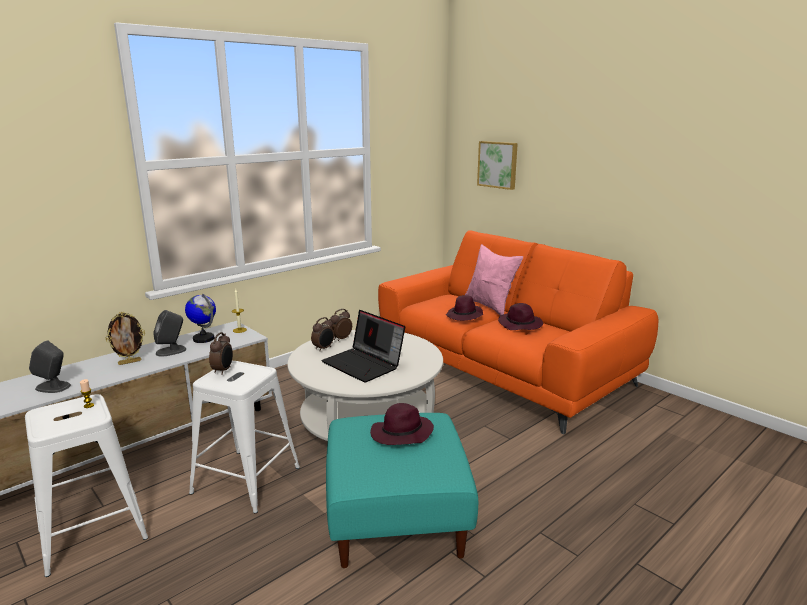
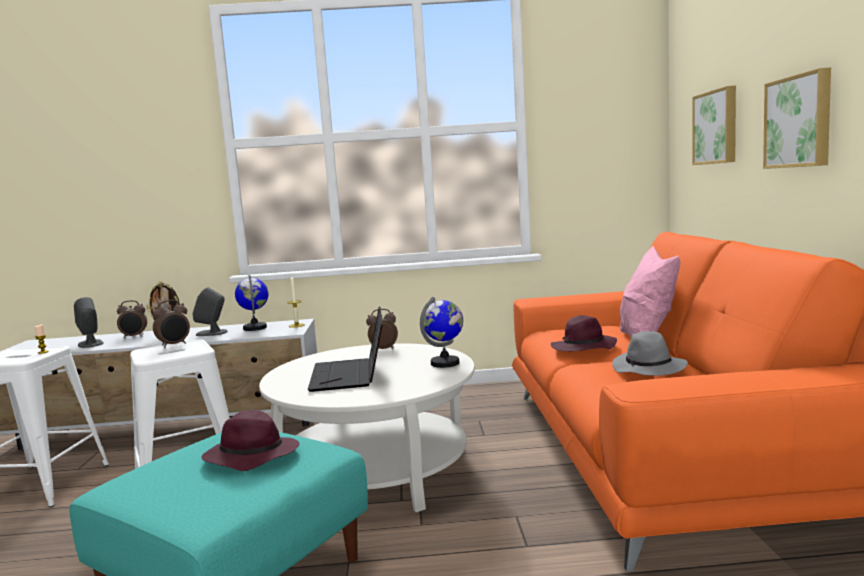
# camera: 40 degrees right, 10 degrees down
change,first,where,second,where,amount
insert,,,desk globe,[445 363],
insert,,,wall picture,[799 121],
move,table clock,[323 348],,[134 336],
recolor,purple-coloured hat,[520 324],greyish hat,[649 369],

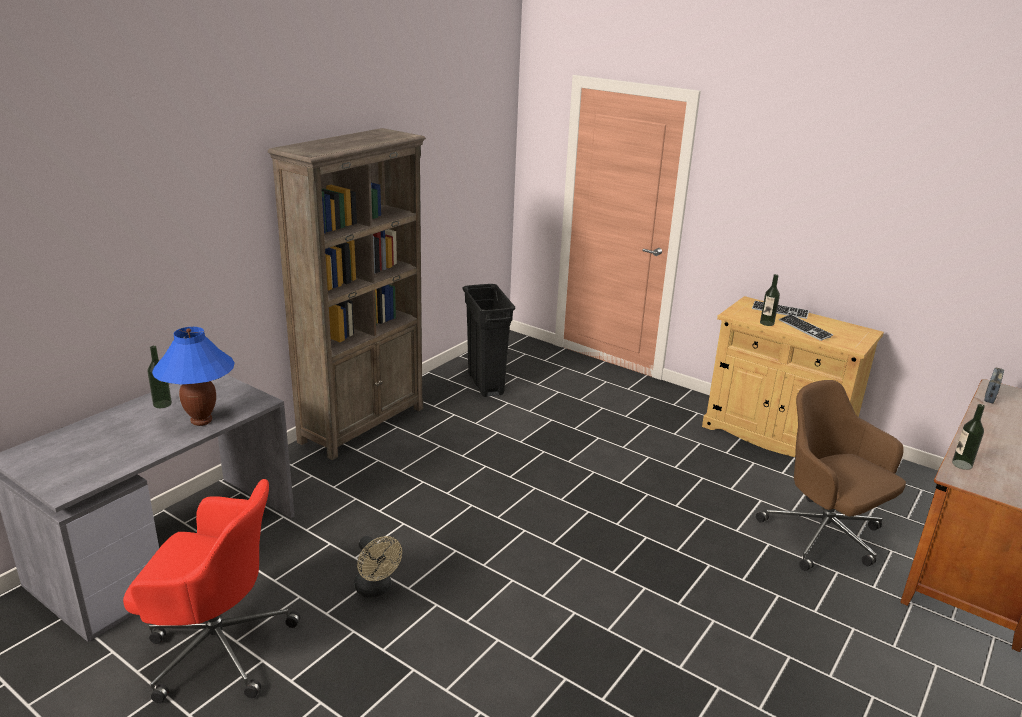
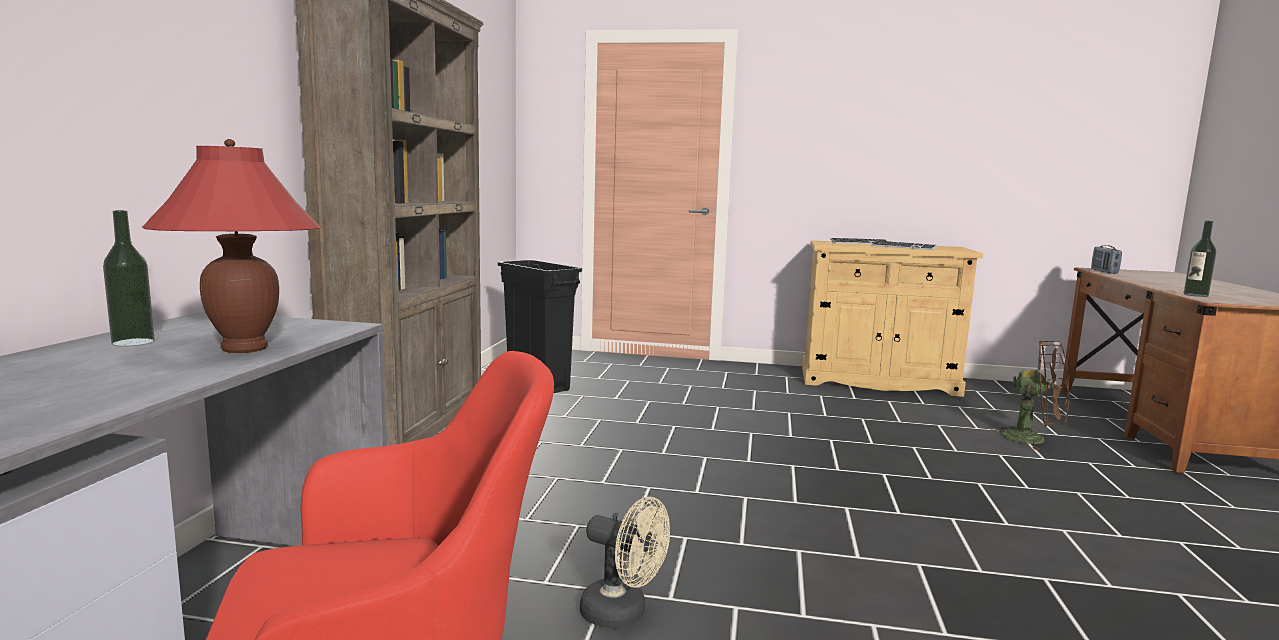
# camera: 25 degrees left, 15 degrees down
change,first,where,second,where,amount
delete,beverage bottle,[767 323],,,
replace,brownish office chair,[824 537],brownish electric fan,[1033 439],
recolor,blue tabletop lamp,[201 421],reddish tabletop lamp,[245 348],

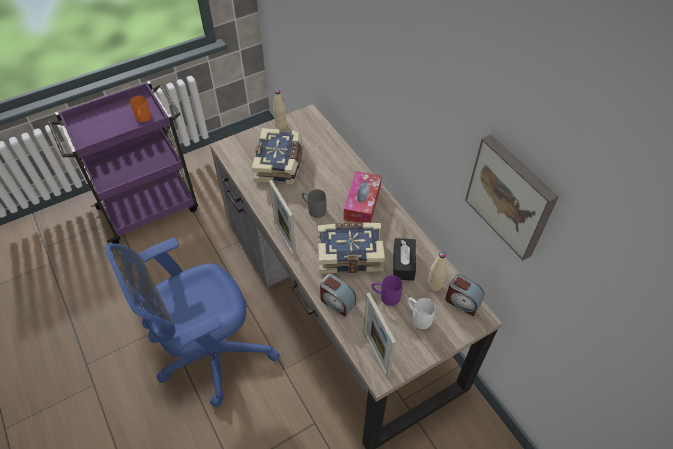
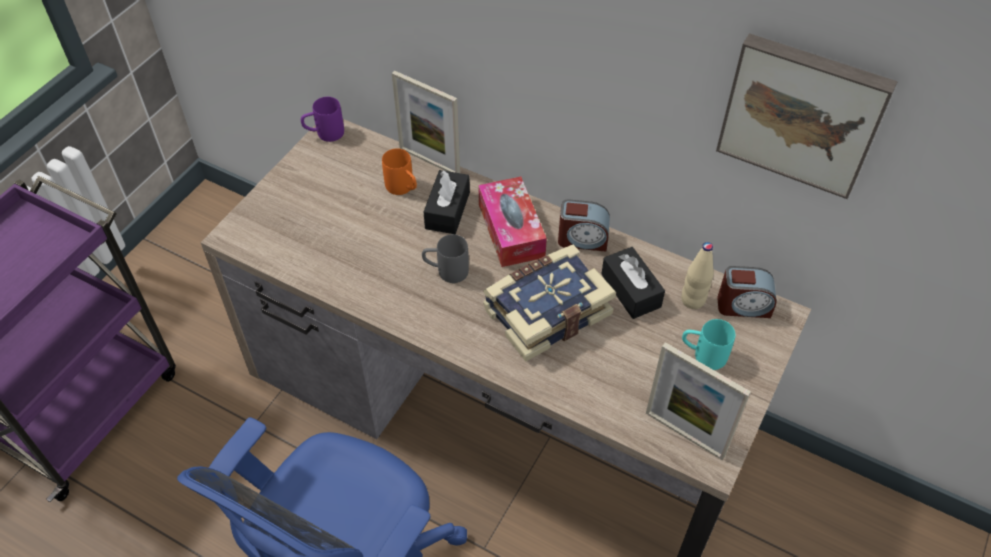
# camera: 30 degrees left, 0 degrees up
change,first,where,second,where,amount
delete,volume,[280 164],,,
delete,beige-coloured beverage bottle,[281 125],,,
insert,,,blackish tissue holder,[447 210],
move,orange mug,[143 119],,[403 189],
move,standing frame,[285 240],,[429 161],
move,table clock,[337 302],,[582 239],
move,purple-coloured mug,[385 296],,[324 134],
recolor,whitish mug,[418 317],turquoise mug,[702 355],

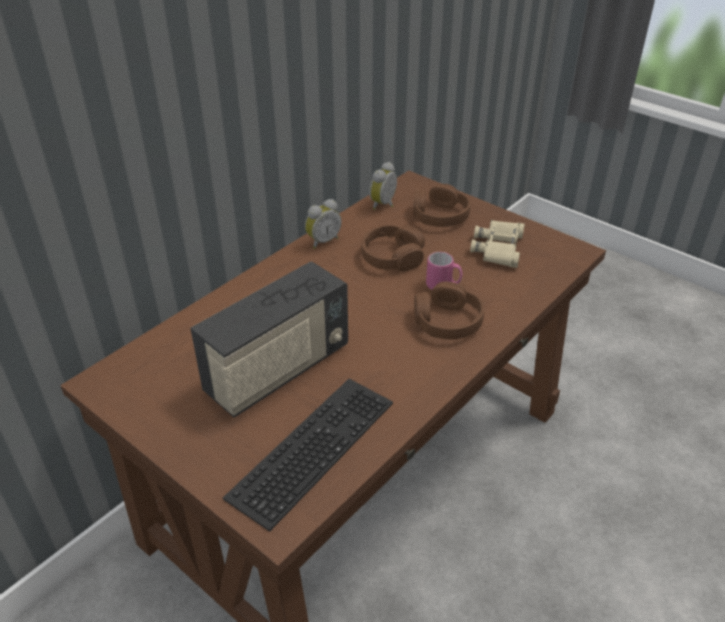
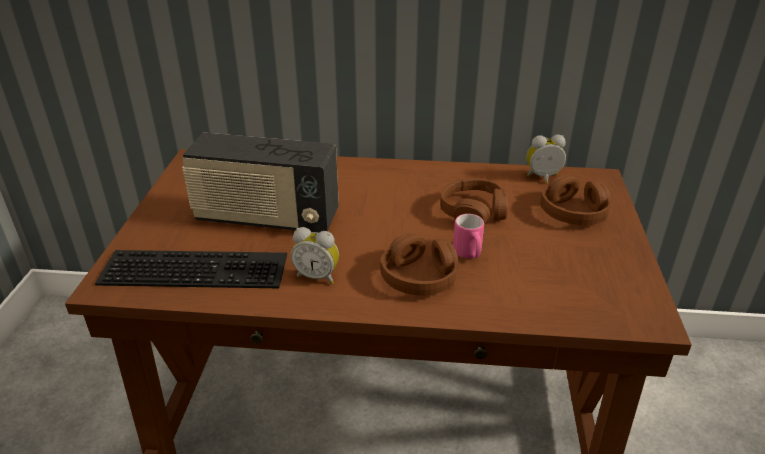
# camera: 55 degrees right, 5 degrees down
change,first,where,second,where,amount
delete,beige-coloured binoculars,[499 248],,,
move,table clock,[322 241],,[317 276],

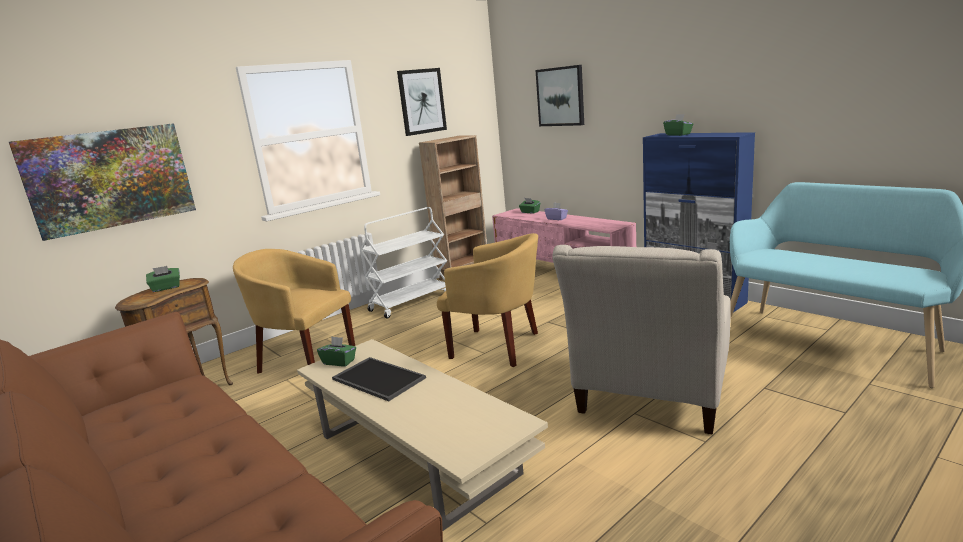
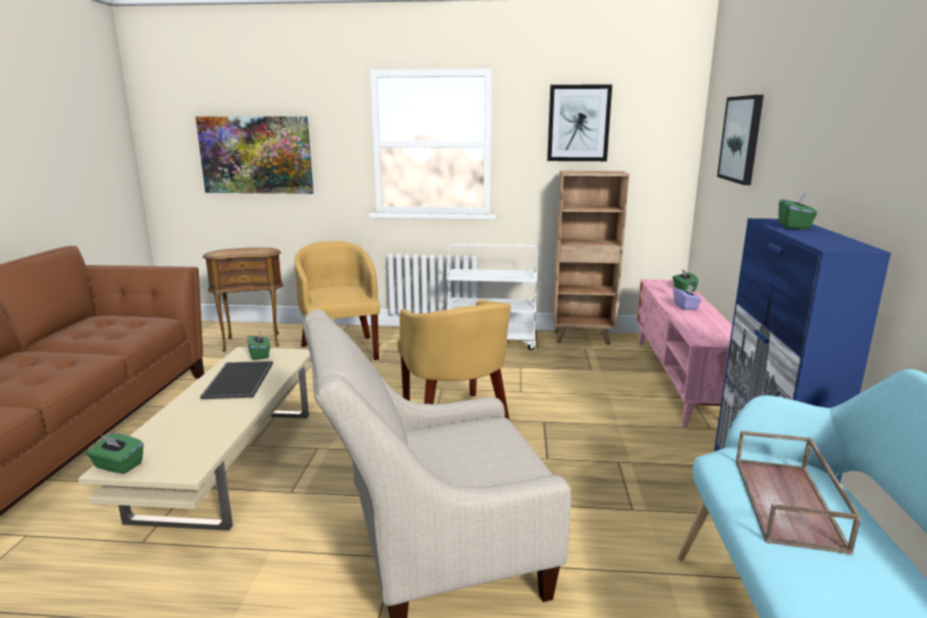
# camera: 45 degrees right, 0 degrees up
change,first,where,second,where,amount
insert,,,brownish serving tray,[789 503],
move,green tissue holder,[166 288],,[118 466],

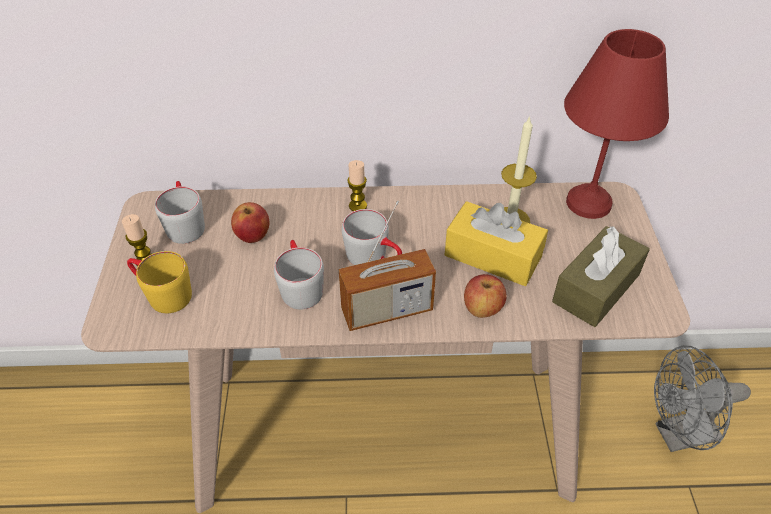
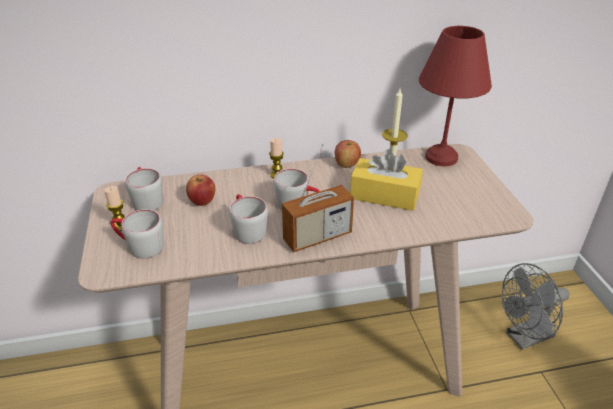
# camera: 10 degrees left, 10 degrees down
change,first,where,second,where,amount
delete,brownish tissue holder,[596 288],,,
move,apple,[482 309],,[346 164],
recolor,yellowish mug,[162 294],greyish mug,[139 246],

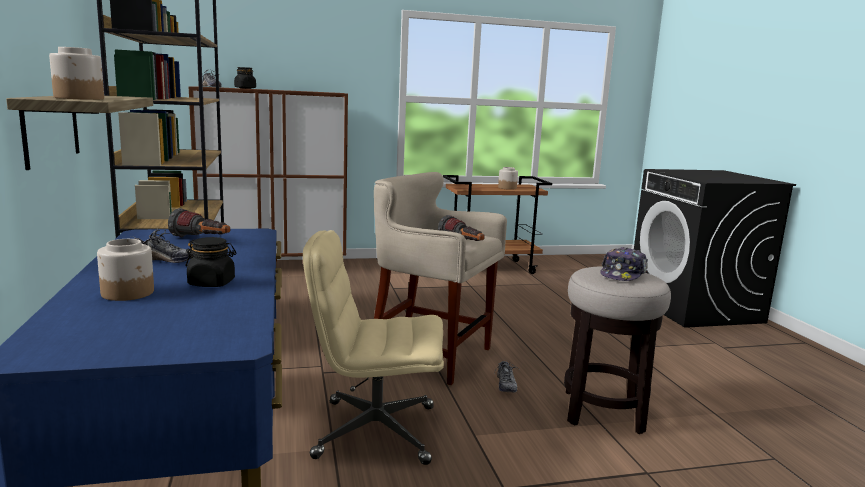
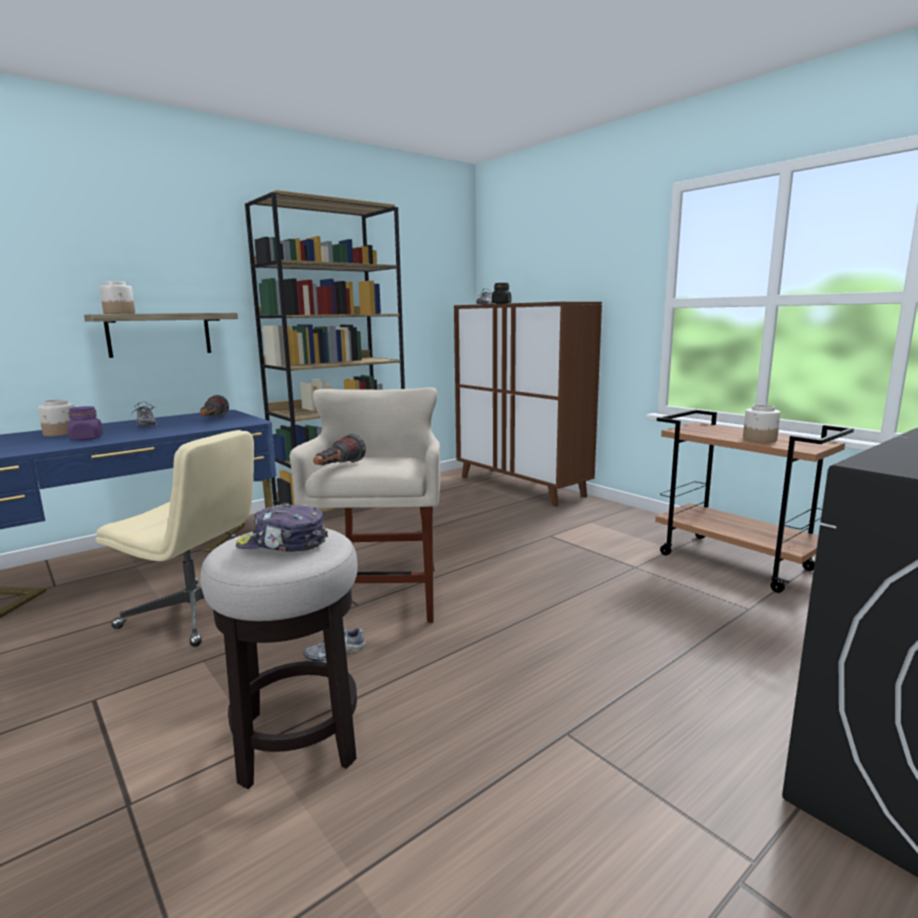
# camera: 65 degrees right, 0 degrees up
change,first,where,second,where,amount
recolor,blackish jar,[212 283],purple-coloured jar,[87 438],
rotate,beige-coloured office chair,[374 431],,[196 613],135 degrees clockwise

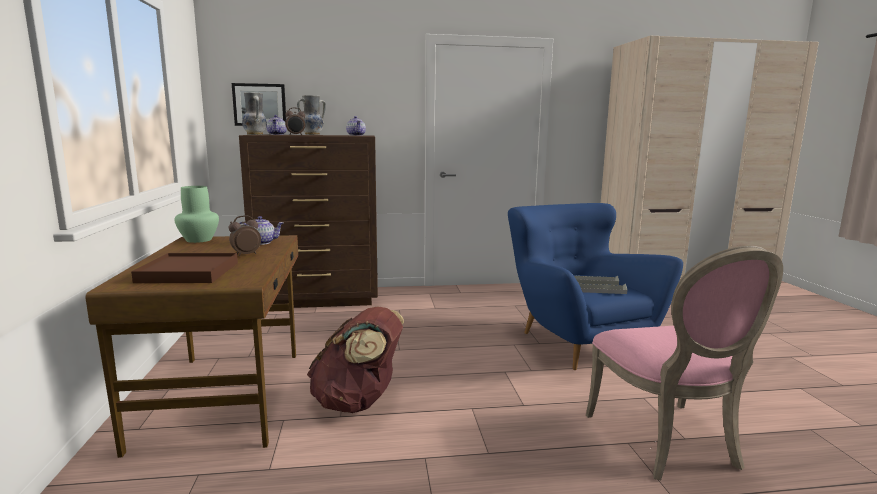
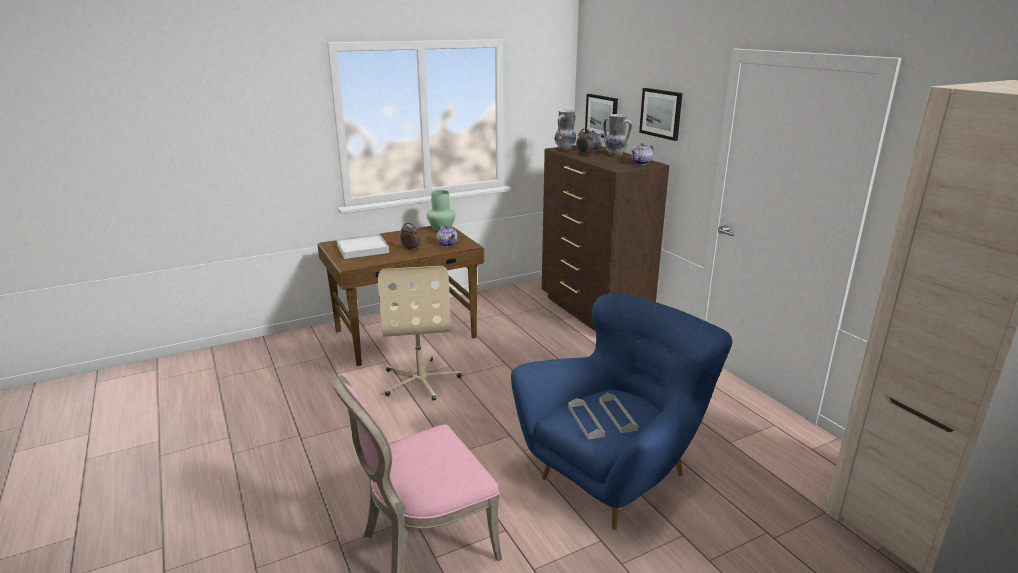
# camera: 70 degrees right, 10 degrees up
change,first,where,second,where,amount
insert,,,wall picture,[661 113],
replace,brownish rucksack,[358 402],beige-coloured office chair,[421 380],
recolor,brownish serving tray,[189 272],whitish serving tray,[362 249],

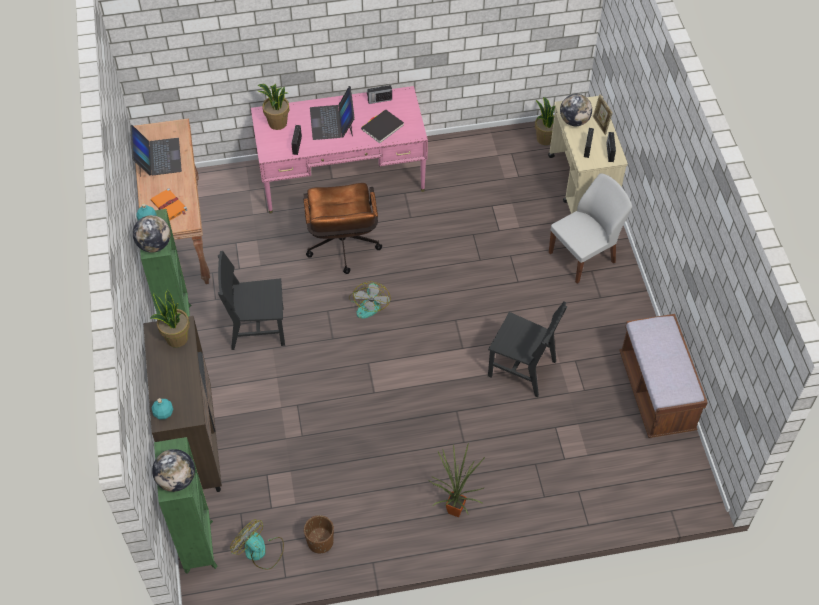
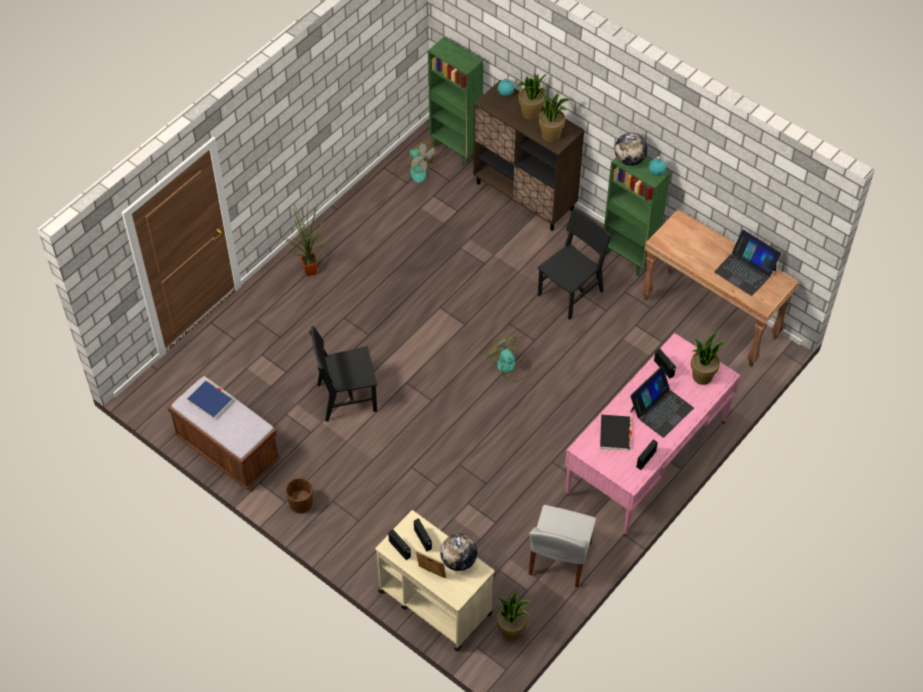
# camera: 140 degrees right, 0 degrees up
change,first,where,second,where,amount
delete,orange volume,[169 206],,,
delete,desk globe,[176 479],,,
delete,brownish office chair,[343 249],,,
insert,,,blue volume,[210 401],
insert,,,plant in a pot,[531 113],
move,brownish plant pot,[320 542],,[301 503],
move,whitish chair,[583 256],,[559 560],
rotate,electric fan,[260 551],,[414 170],45 degrees clockwise
rotate,laptop,[332 122],,[661 409],90 degrees clockwise

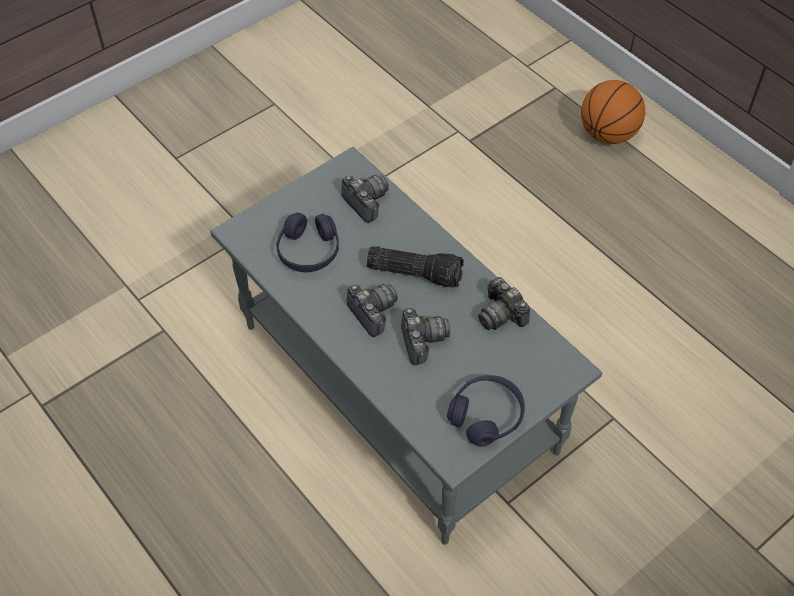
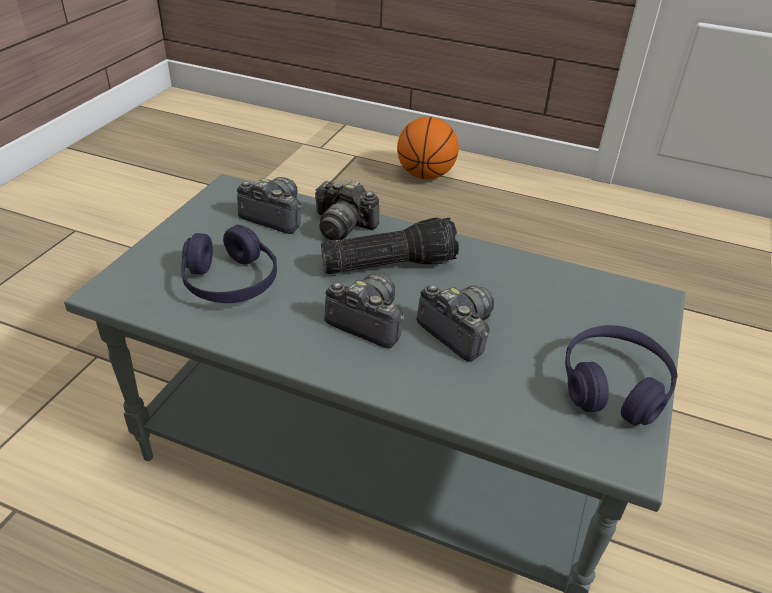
# camera: 30 degrees left, 15 degrees down
change,first,where,second,where,amount
move,photo camera,[501 314],,[343 226],

